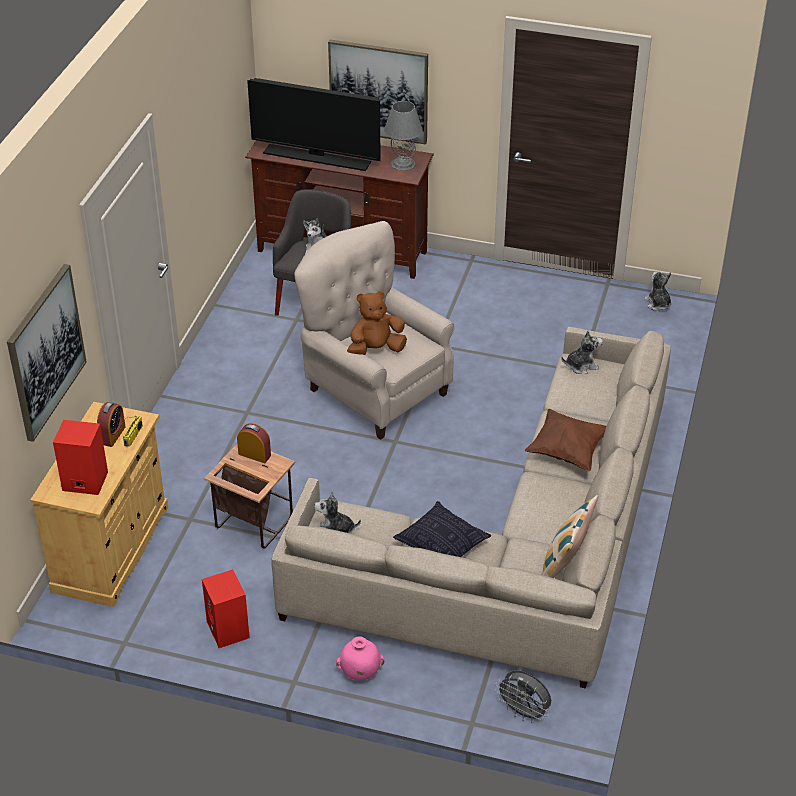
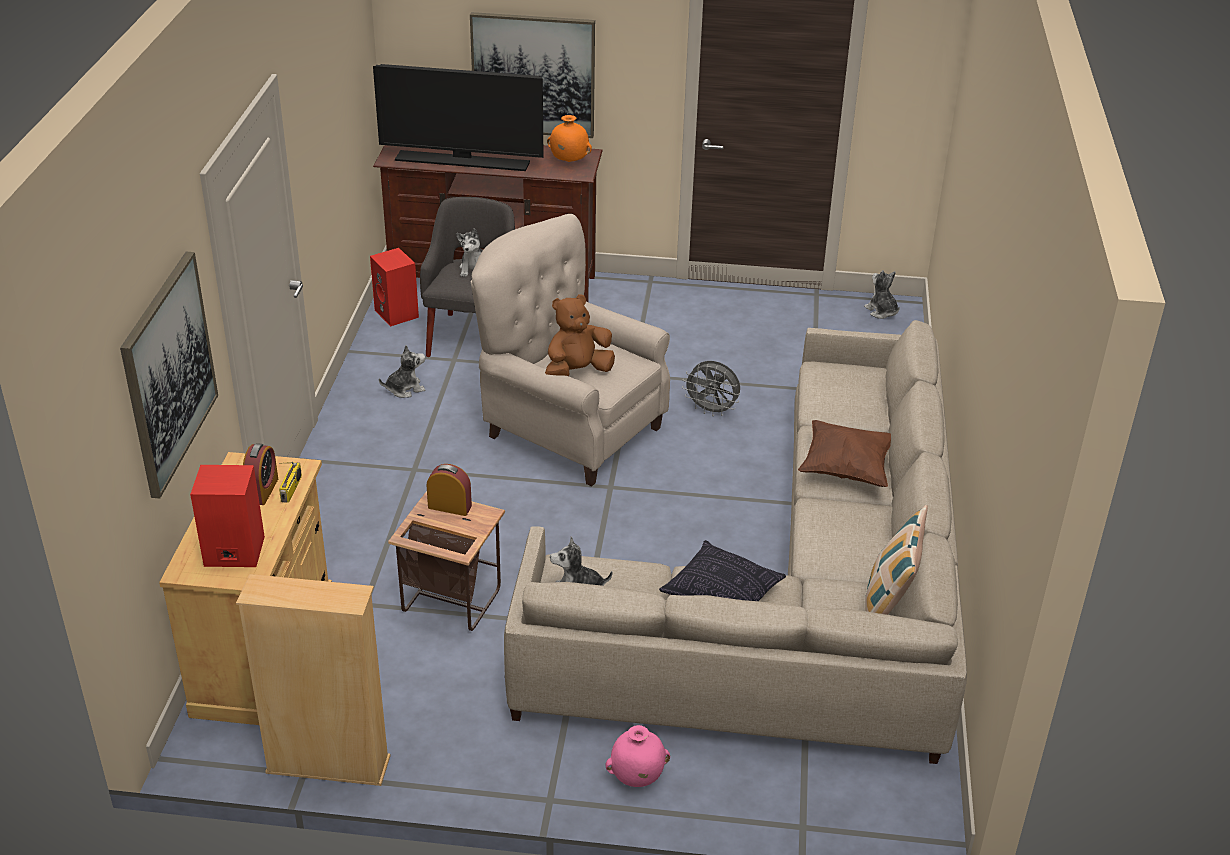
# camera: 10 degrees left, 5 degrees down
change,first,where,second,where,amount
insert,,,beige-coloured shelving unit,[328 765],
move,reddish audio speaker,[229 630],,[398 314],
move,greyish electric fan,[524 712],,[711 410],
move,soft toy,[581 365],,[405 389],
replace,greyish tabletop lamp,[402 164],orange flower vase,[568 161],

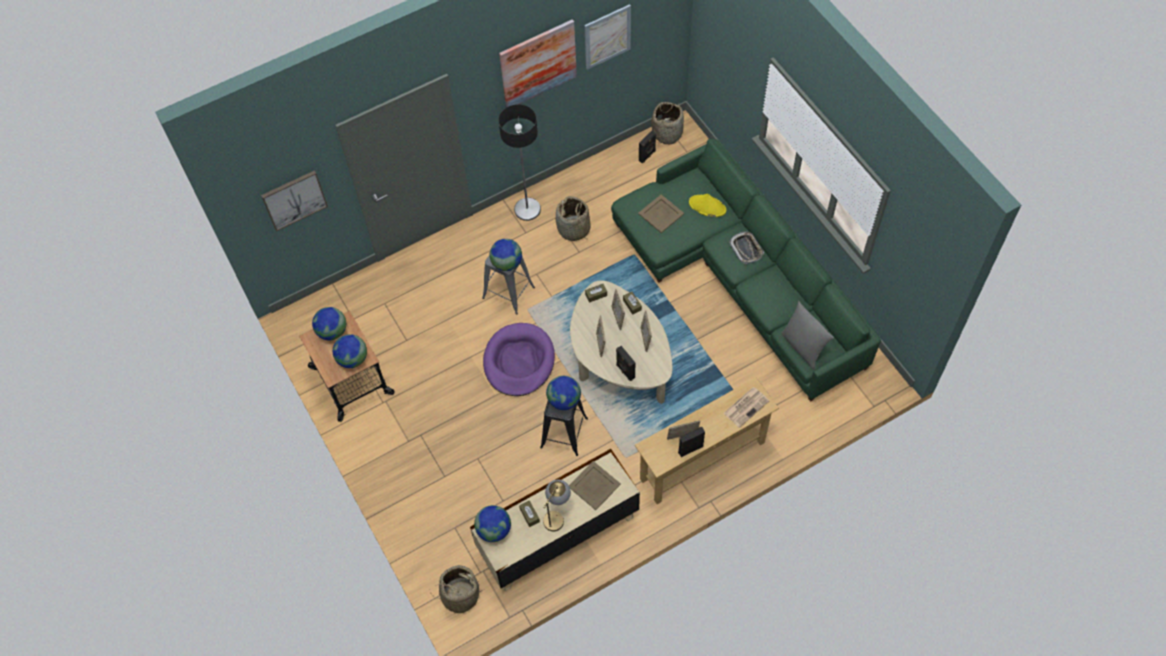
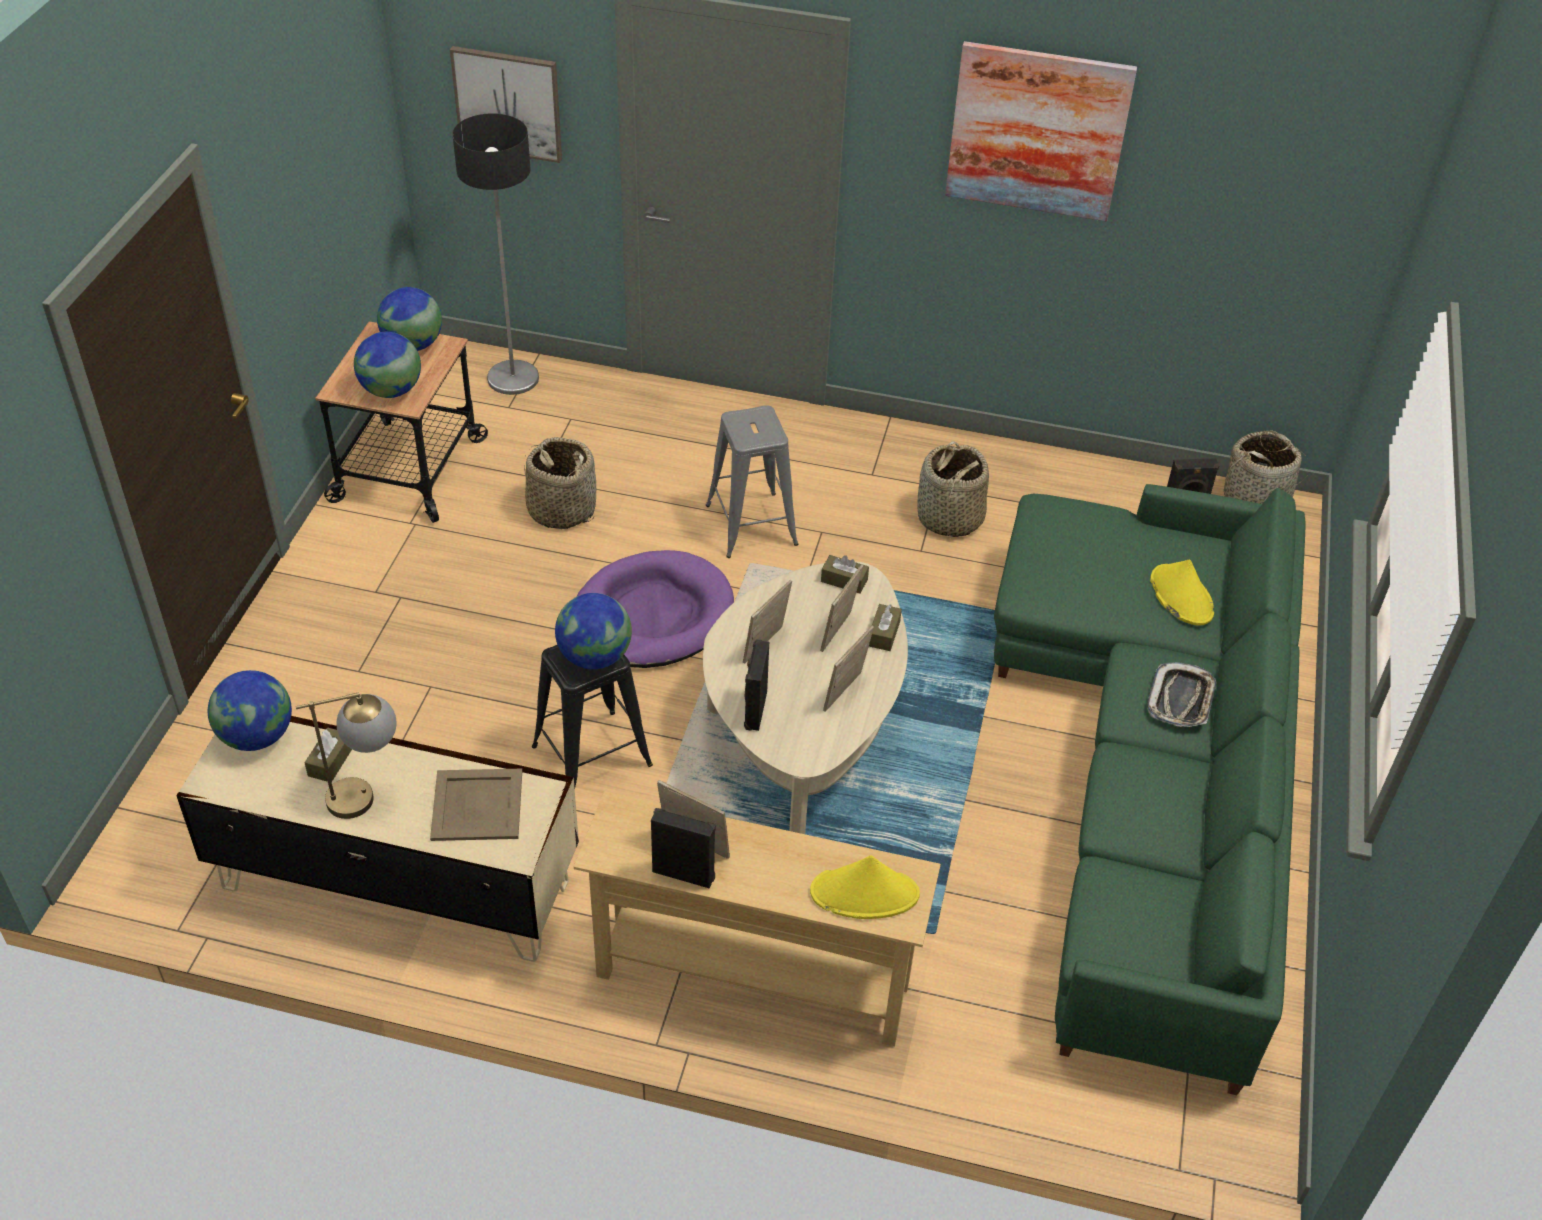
# camera: 40 degrees right, 15 degrees down
change,first,where,second,where,amount
delete,desk globe,[507 263],,,
delete,wall picture,[607 36],,,
delete,beige-coloured serving tray,[661 213],,,
delete,greyish pillow,[803 347],,,
move,basket,[460 595],,[561 509],
move,standard lamp,[527 209],,[513 378],
replace,newspaper,[746 406],yellowish hat,[865 893],

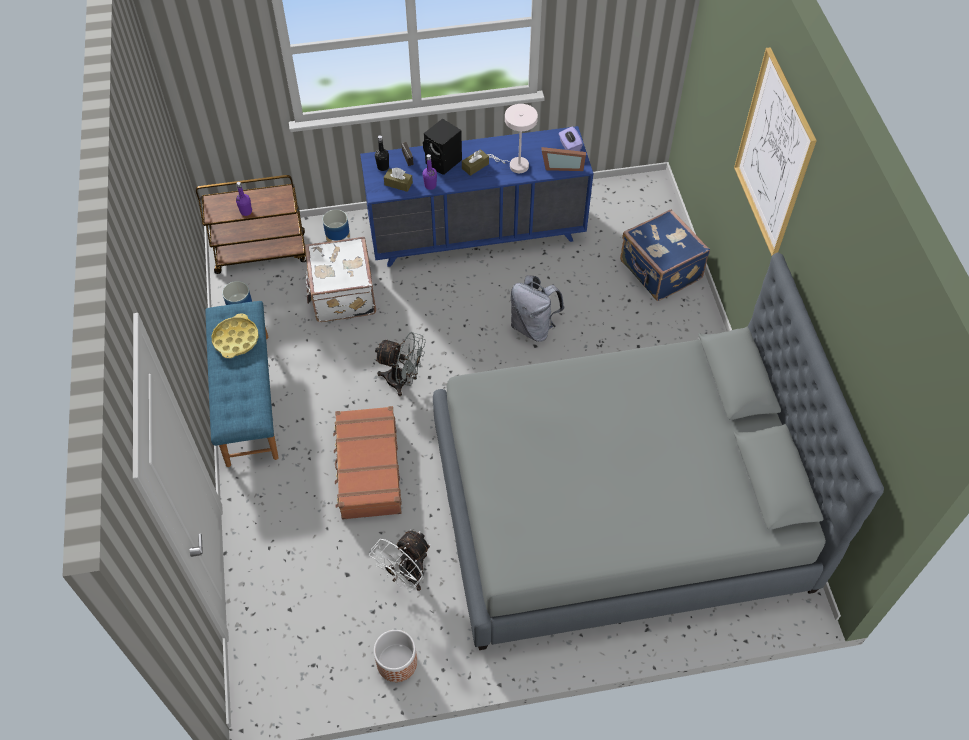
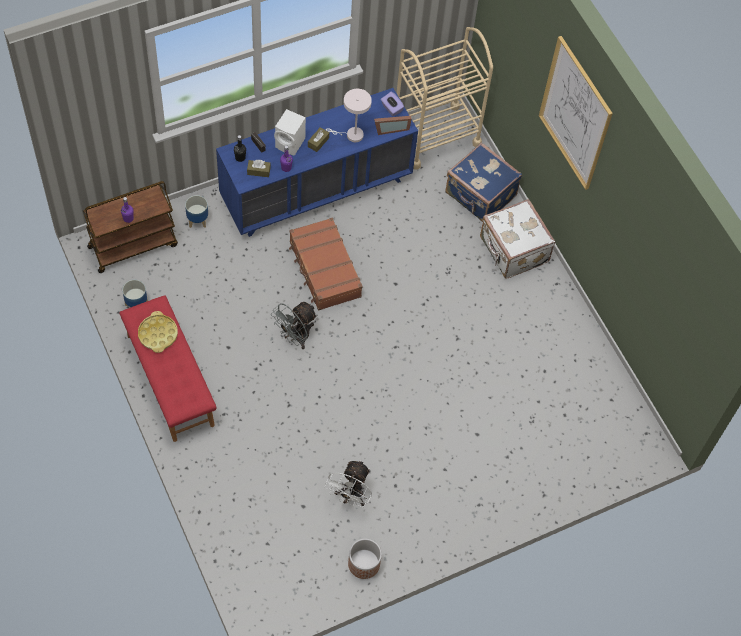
# camera: 20 degrees left, 5 degrees up
change,first,where,second,where,amount
delete,greyish bed,[618 506],,,
delete,greyish rucksack,[533 327],,,
insert,,,beige-coloured trolley,[435 136],
move,whitish travel case,[341 295],,[513 250],
move,brownish travel case,[368 469],,[324 270],
recolor,blue indoor bench,[247 398],reddish indoor bench,[169 380],
recolor,blackish audio speaker,[444 162],whitish audio speaker,[291 143],
rotate,greyish electric fan,[403 381],,[295 337],135 degrees clockwise

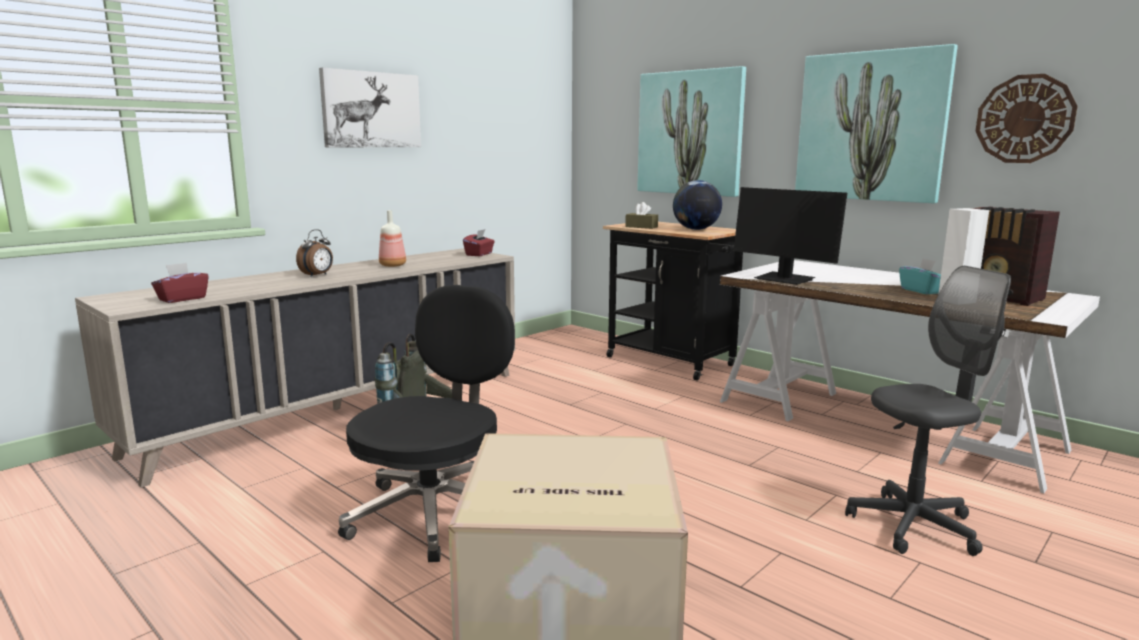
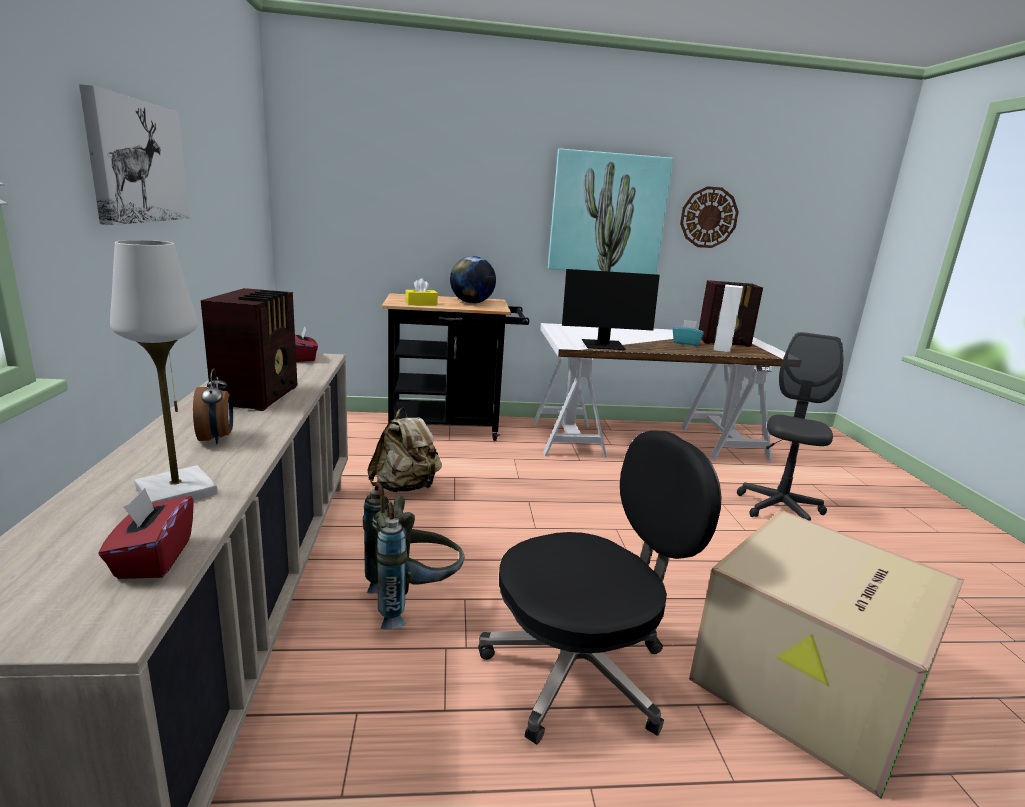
# camera: 50 degrees left, 5 degrees up
change,first,where,second,where,amount
delete,wall picture,[690 133],,,
insert,,,whitish tabletop lamp,[177 491],
insert,,,beige-coloured rucksack,[405 487],
replace,beverage bottle,[393 265],radio,[259 395],
recolor,brownish tissue holder,[641 227],yellowish tissue holder,[421 304],
rotate,blackish office chair,[434 512],,[580 670],90 degrees clockwise

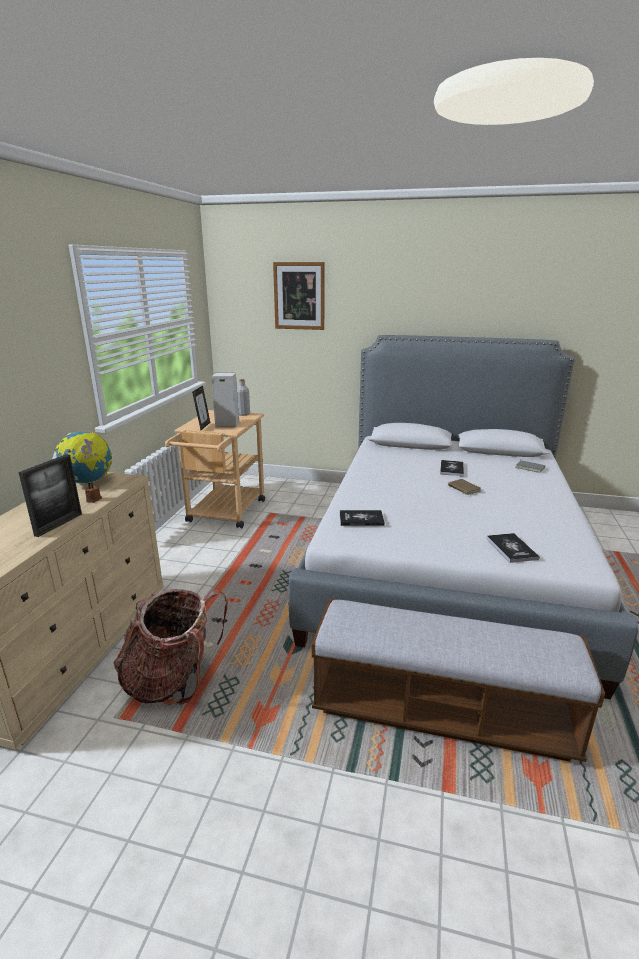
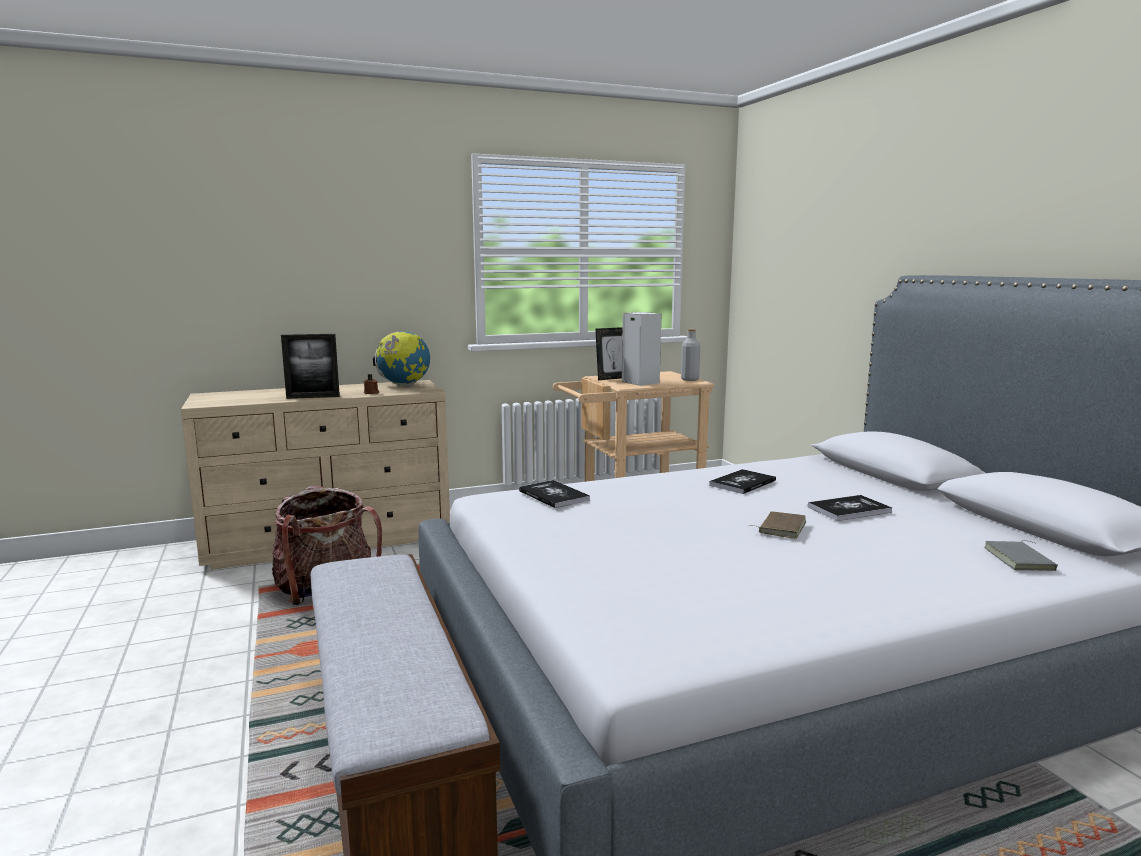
# camera: 55 degrees right, 10 degrees down
change,first,where,second,where,amount
delete,wall picture,[299 296],,,
move,volume,[511 548],,[742 483],

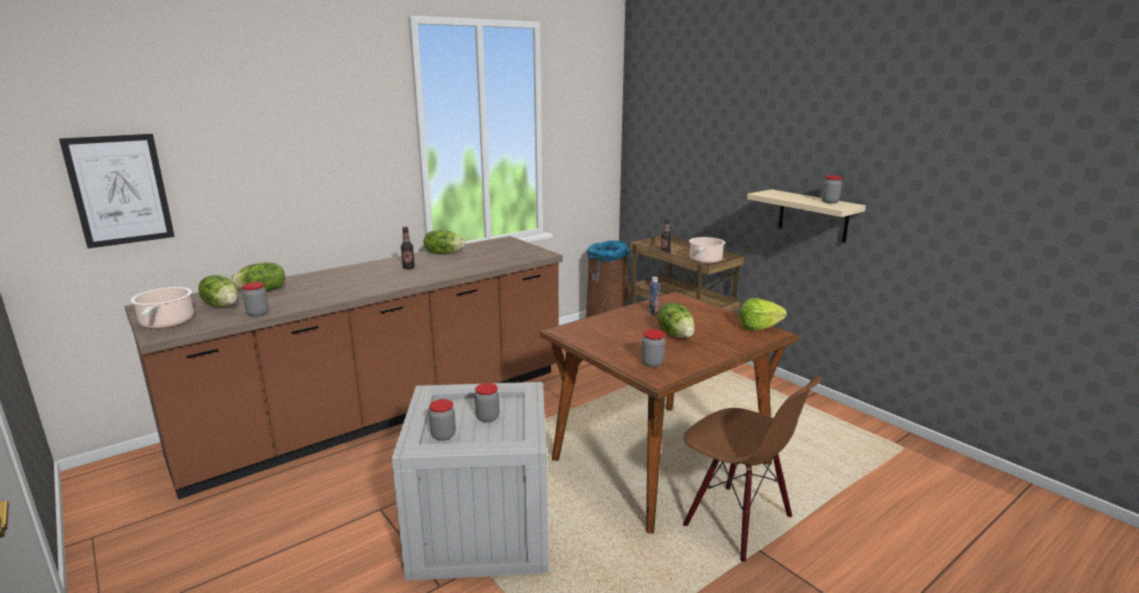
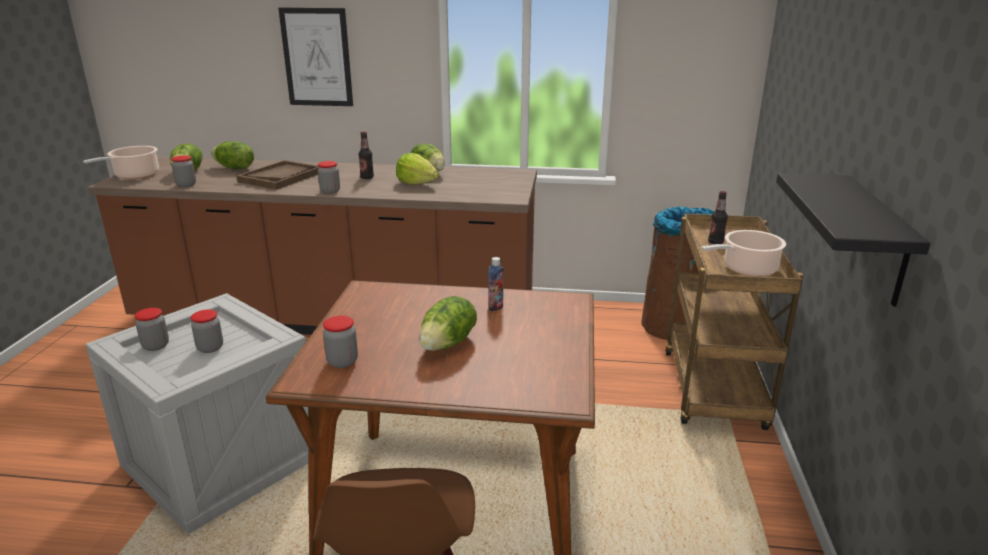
# camera: 45 degrees right, 5 degrees up
change,first,where,second,where,amount
insert,,,brownish serving tray,[281 177],
move,wall picture,[120 190],,[317 57],
move,lettuce head,[758 327],,[416 183],
move,jar,[830 202],,[330 191],
recolor,beige-coloured bracket shelf,[813 216],blackish bracket shelf,[876 240],

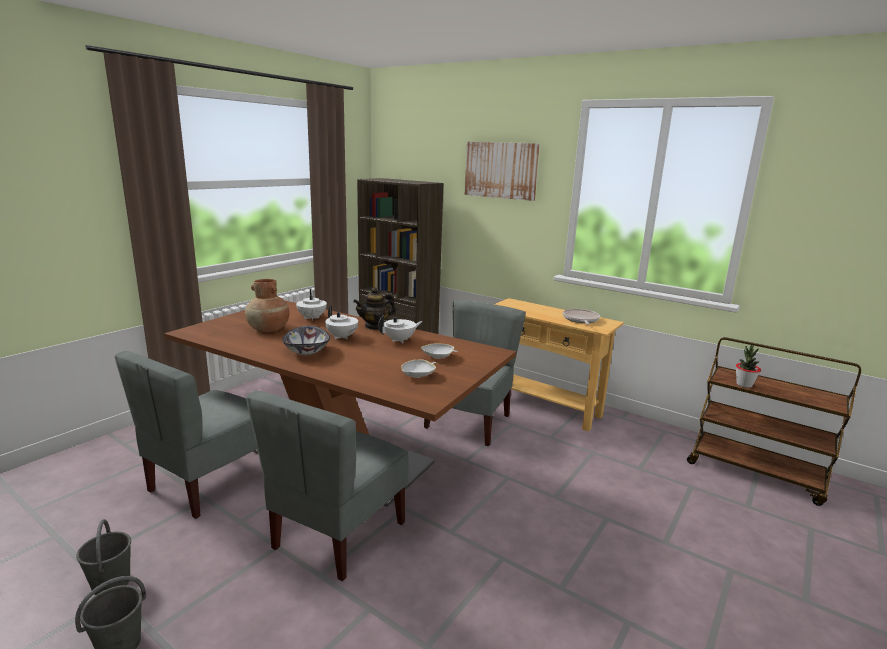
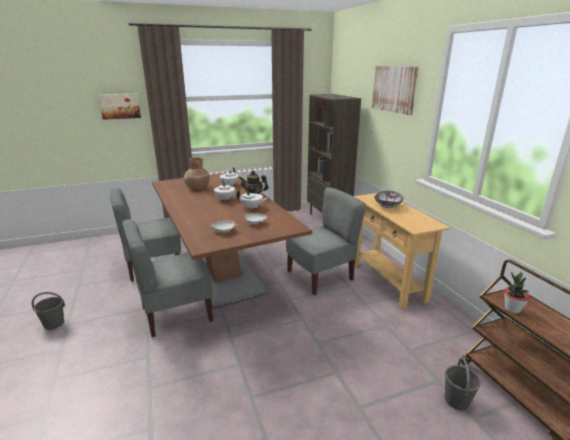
# camera: 35 degrees right, 5 degrees up
change,first,where,second,where,amount
delete,frying pan,[580 320],,,
insert,,,wall picture,[120 106],
move,greyish pail,[111 584],,[456 401],
move,deep dish,[307 351],,[388 206],

